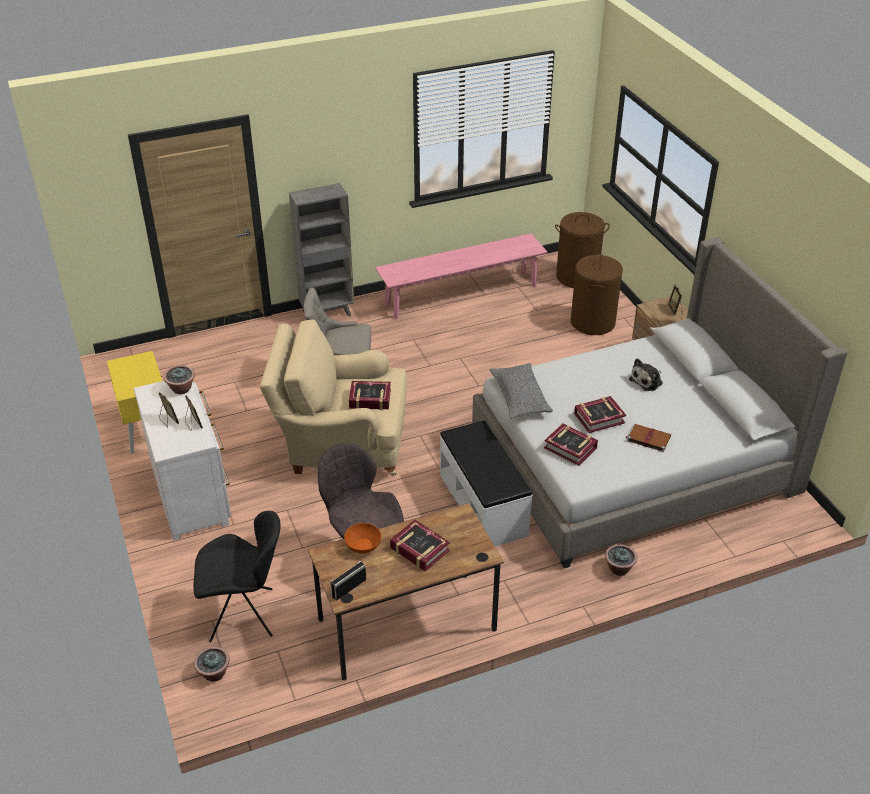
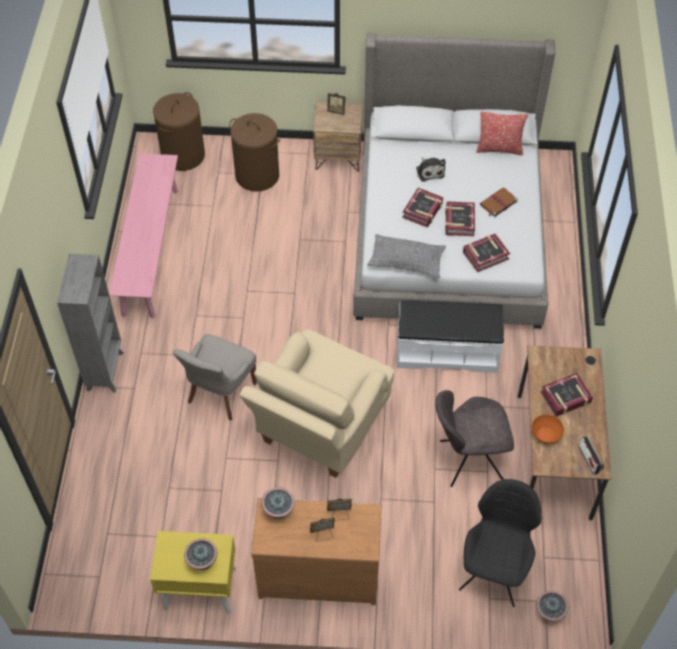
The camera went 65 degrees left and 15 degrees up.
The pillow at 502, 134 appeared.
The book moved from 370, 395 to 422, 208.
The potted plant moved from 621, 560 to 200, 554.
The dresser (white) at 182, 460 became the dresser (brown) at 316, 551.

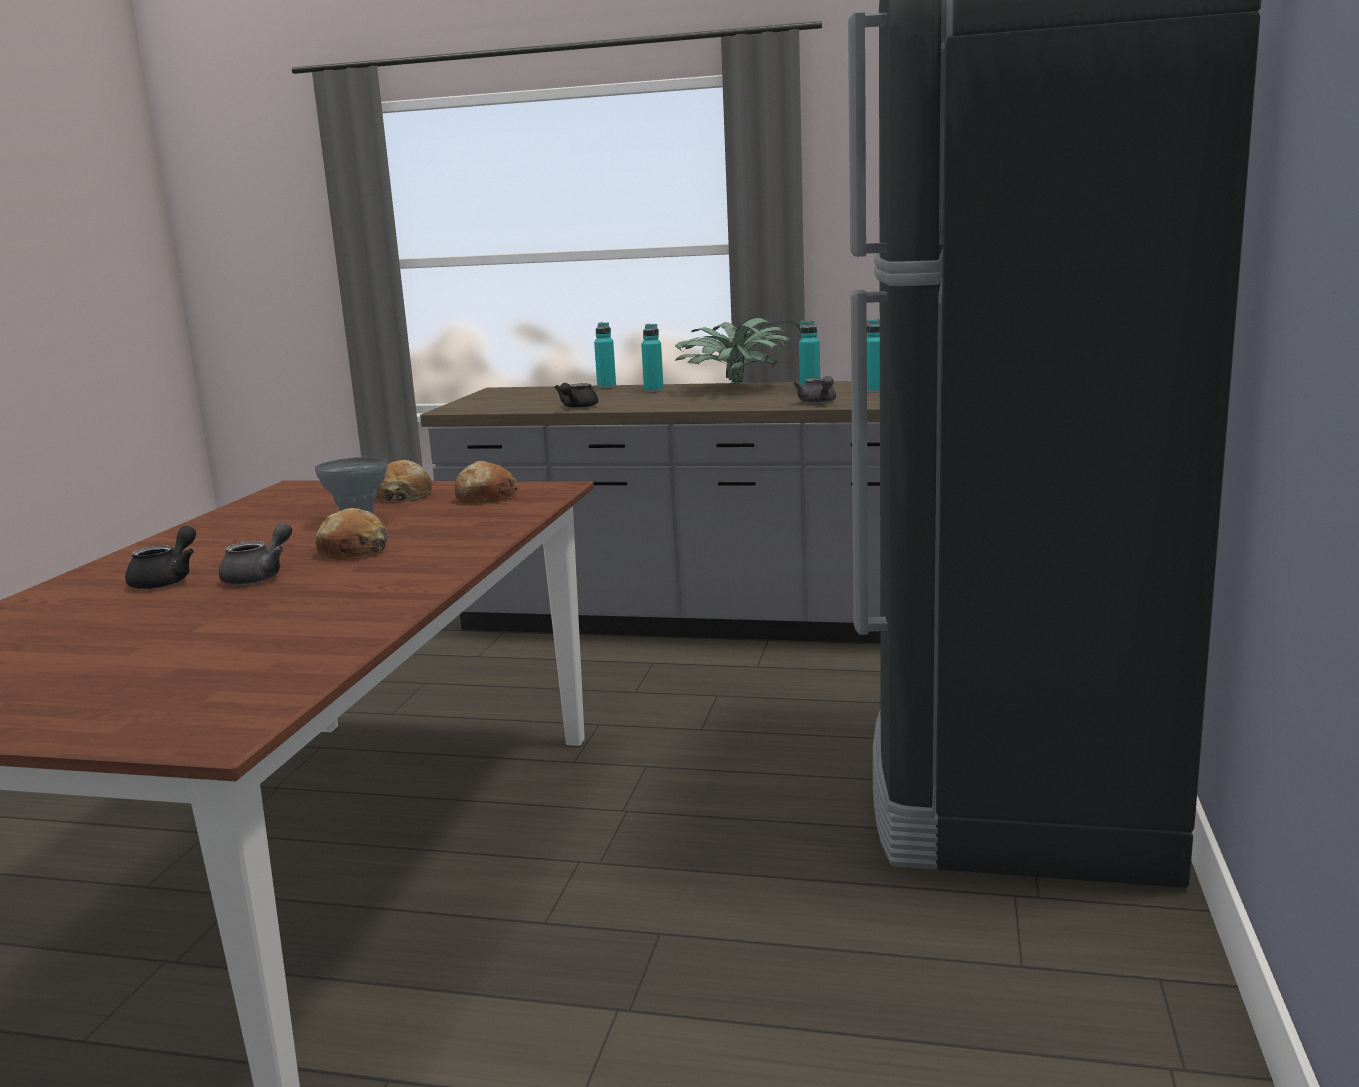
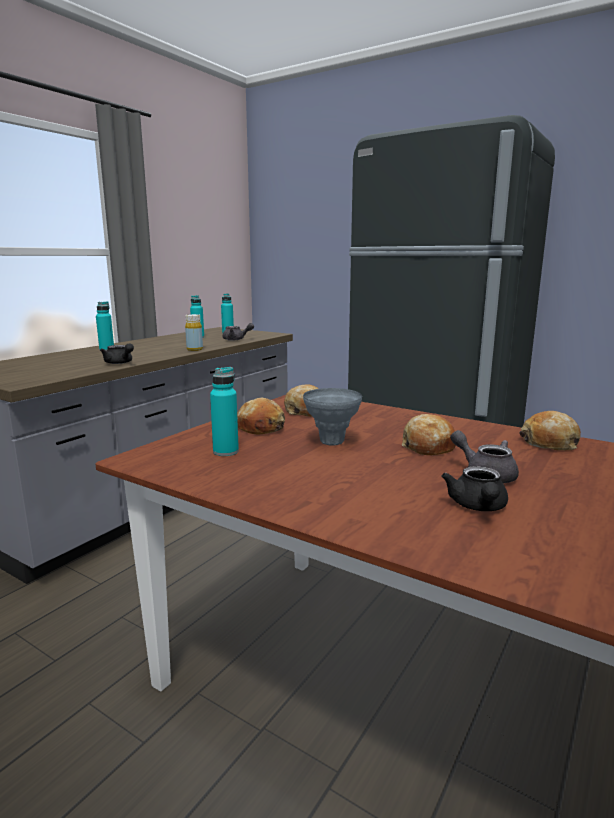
The camera went 70 degrees left and 0 degrees up.
The potted plant at 737, 352 disappeared.
The bottle (yellow) at 194, 332 appeared.
The bread at 550, 430 appeared.
The bottle (turquoise) moved from 605, 355 to 224, 411.
The teapot (black) at 160, 557 turned 120 degrees counterclockwise.

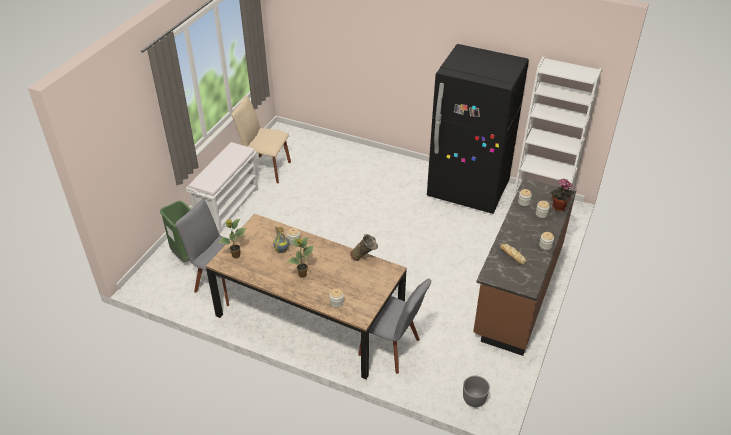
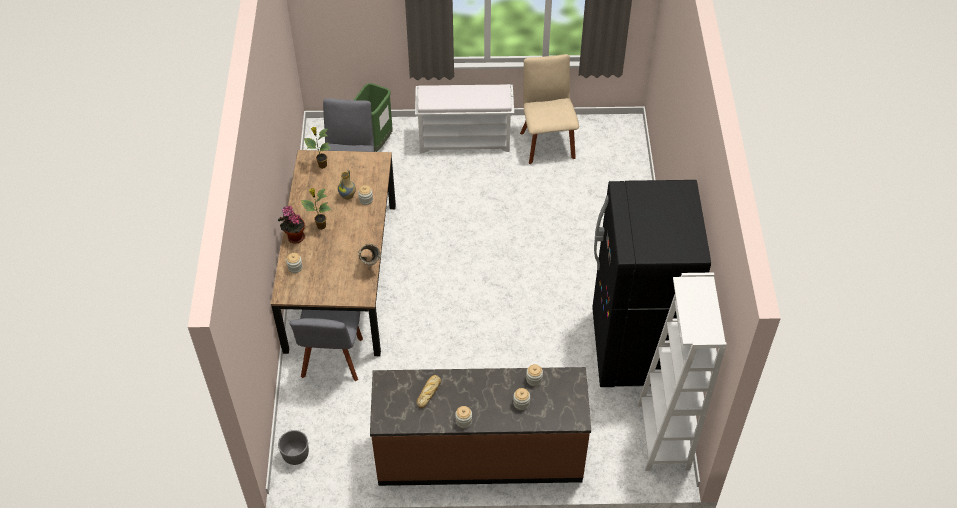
The camera went 65 degrees right and 10 degrees up.
The potted plant moved from 562, 195 to 291, 224.

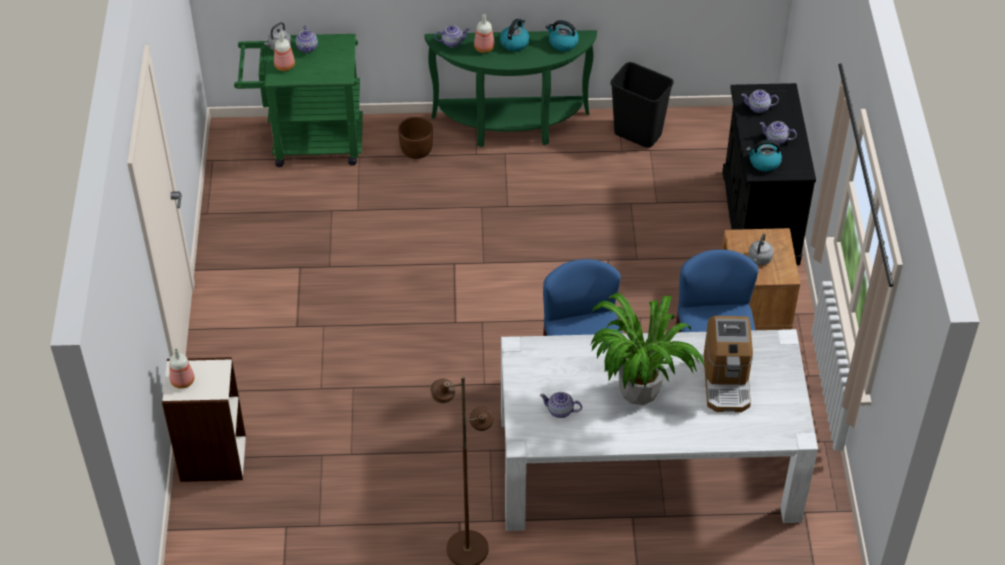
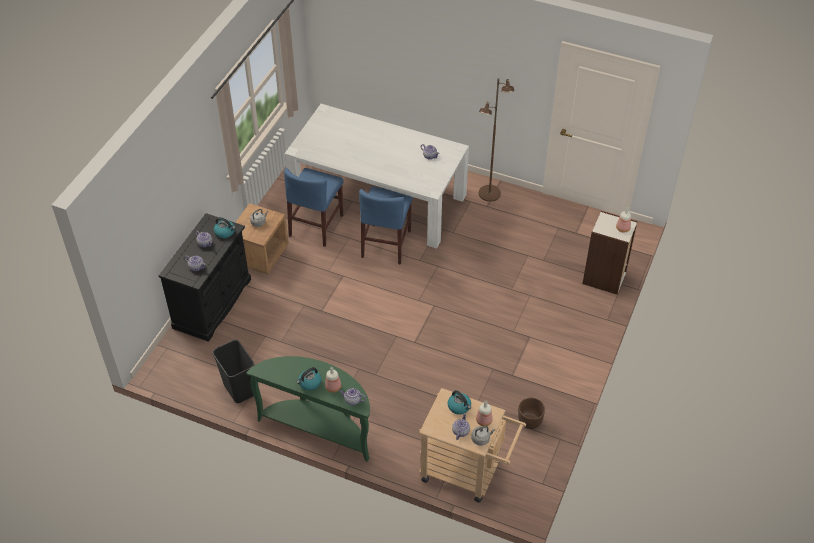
The camera went 155 degrees left and 0 degrees up.
The potted plant at 647, 349 disappeared.
The coffee machine at 728, 364 disappeared.
The planter (brown) moved from 415, 138 to 531, 413.
The kettle moved from 562, 35 to 459, 402.
The cart (green) at 298, 100 became the cart (beige) at 472, 445.

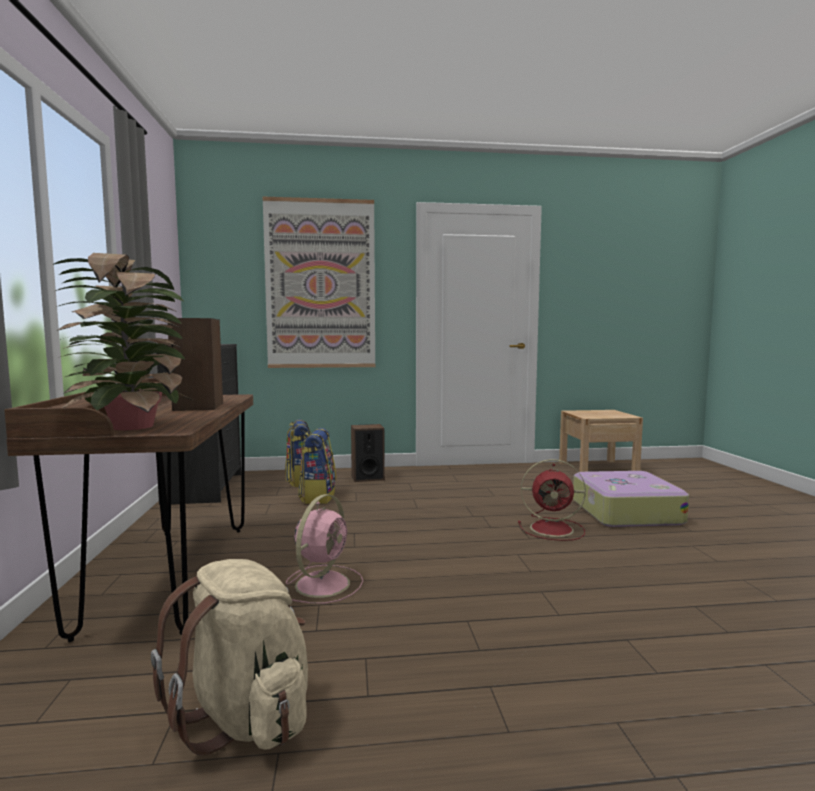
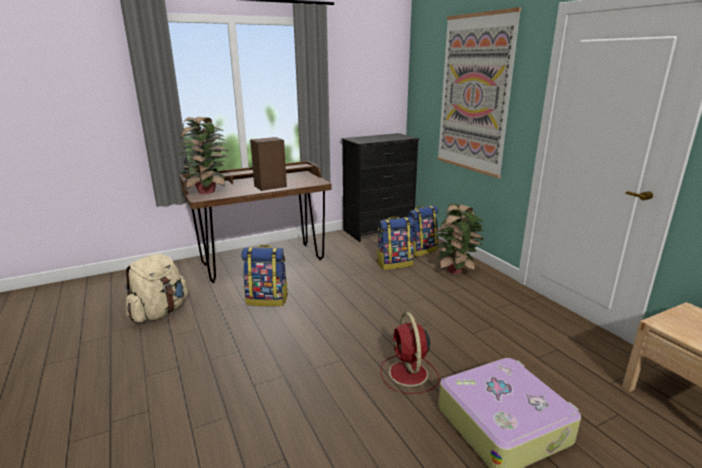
The camera went 70 degrees right and 15 degrees up.
The fan (pink) at 324, 549 was replaced by the backpack at 264, 275.
The speaker at 368, 453 was replaced by the potted plant at 460, 239.

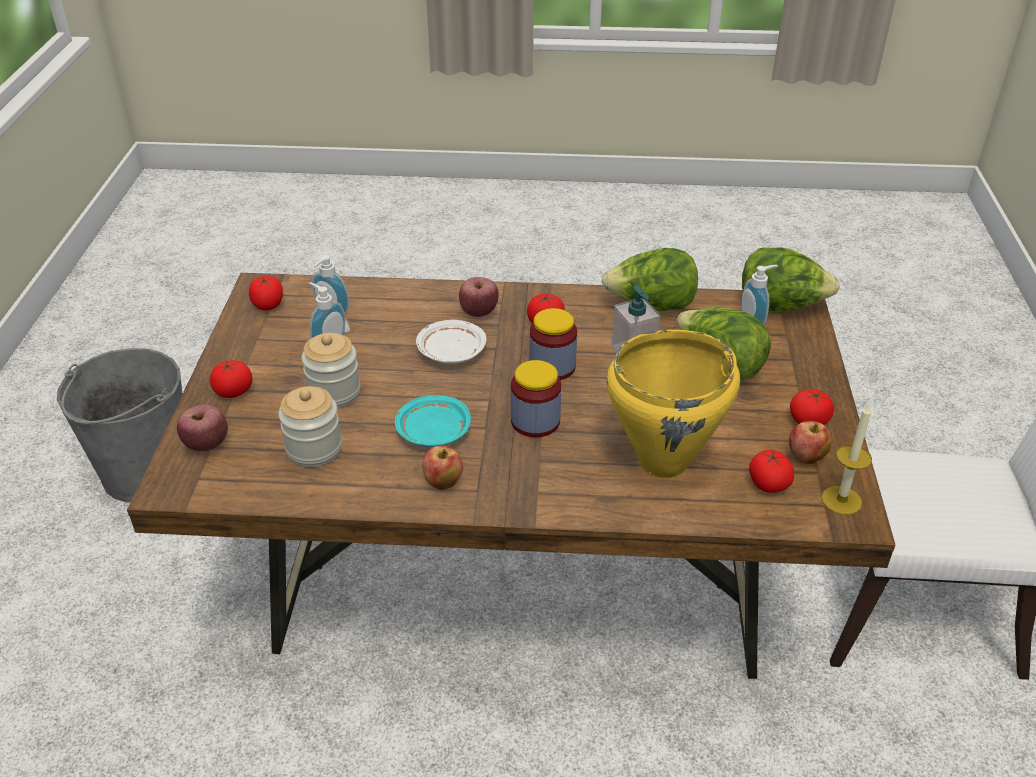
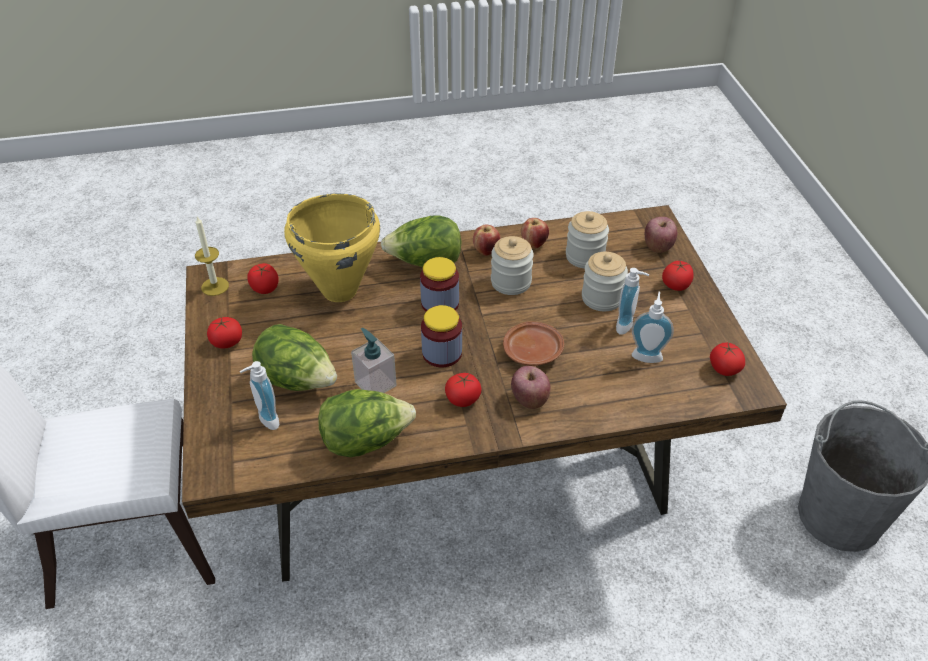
The camera went 165 degrees right and 5 degrees up.
The lettuce moved from 791, 279 to 421, 241.
The apple moved from 810, 442 to 535, 233.
The plate (turquoise) at 433, 421 was replaced by the jar at 512, 265.
The plate (white) at 451, 342 became the plate (brown) at 533, 343.

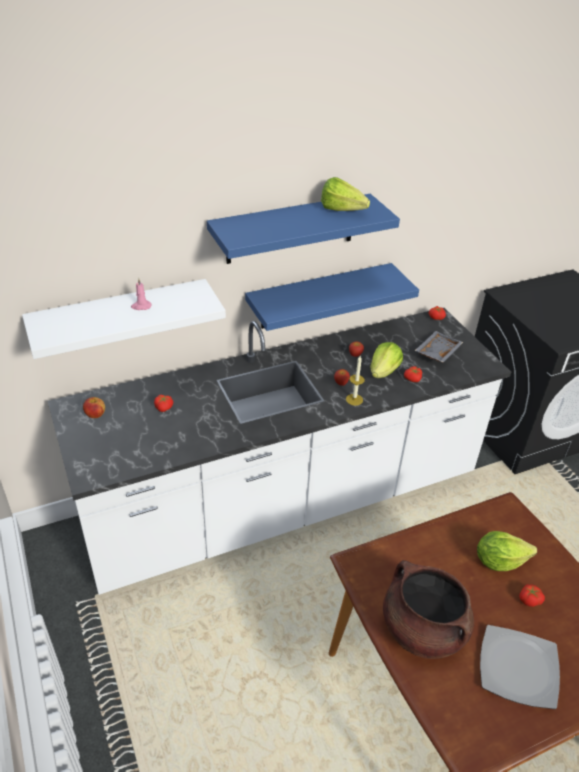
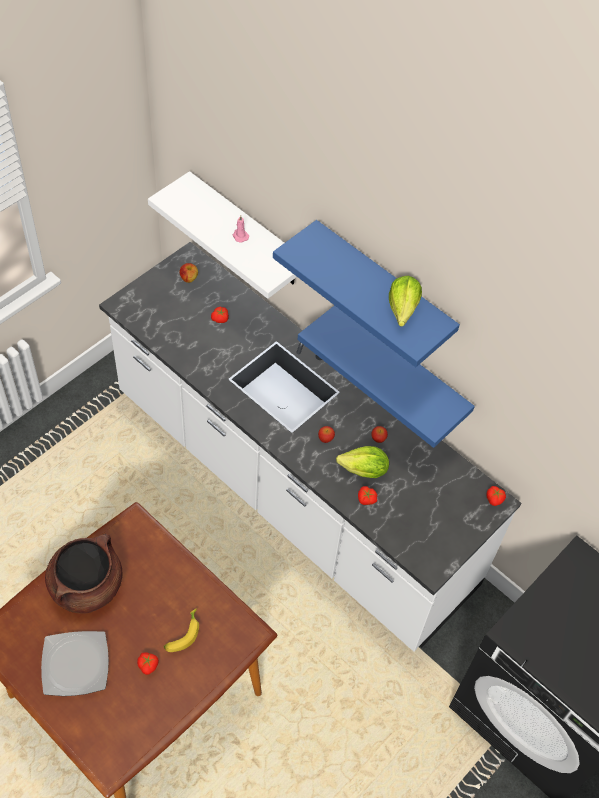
The camera went 65 degrees right and 15 degrees up.
The candle at 355, 381 disappeared.
The tray (grey) at 439, 346 disappeared.
The lettuce at 507, 551 was replaced by the banana at 181, 630.

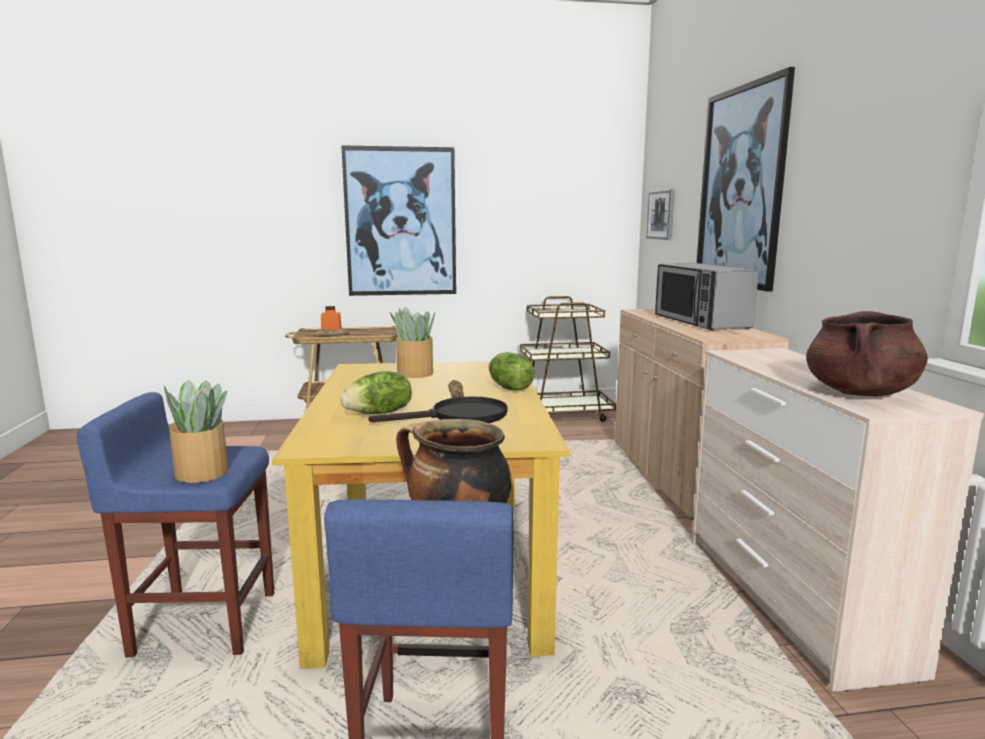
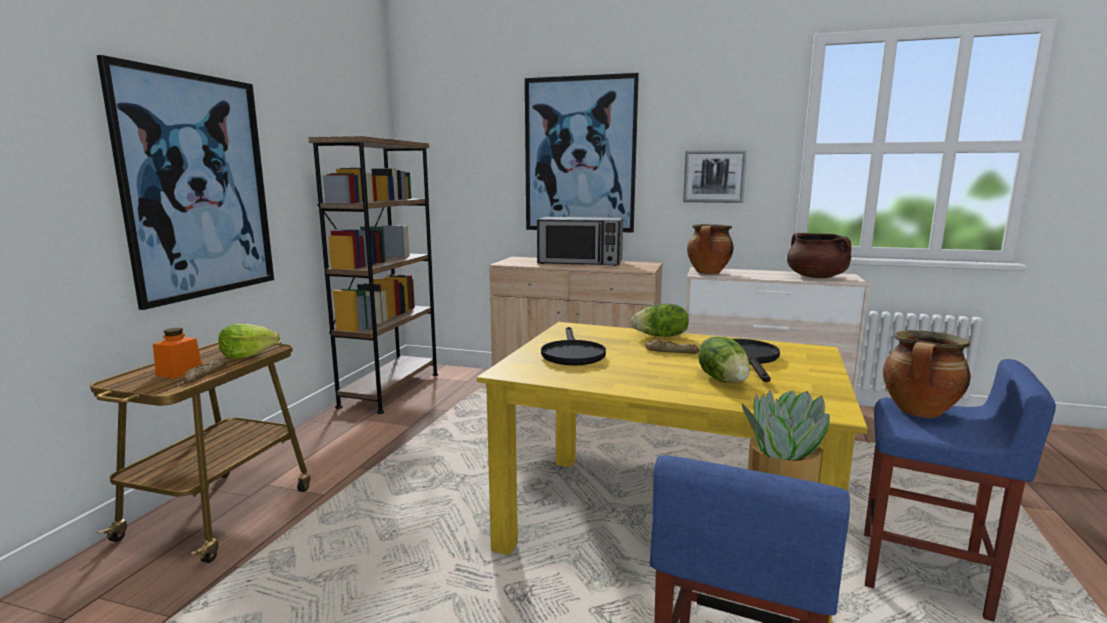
The camera went 65 degrees left and 0 degrees up.
The lettuce at 249, 341 appeared.
The cooking pot at 710, 249 appeared.
The picture moved from 660, 214 to 715, 176.
The potted plant at 412, 342 was replaced by the frying pan (black) at 573, 346.
The cart (brown) at 568, 359 was replaced by the bookcase (brown) at 373, 275.

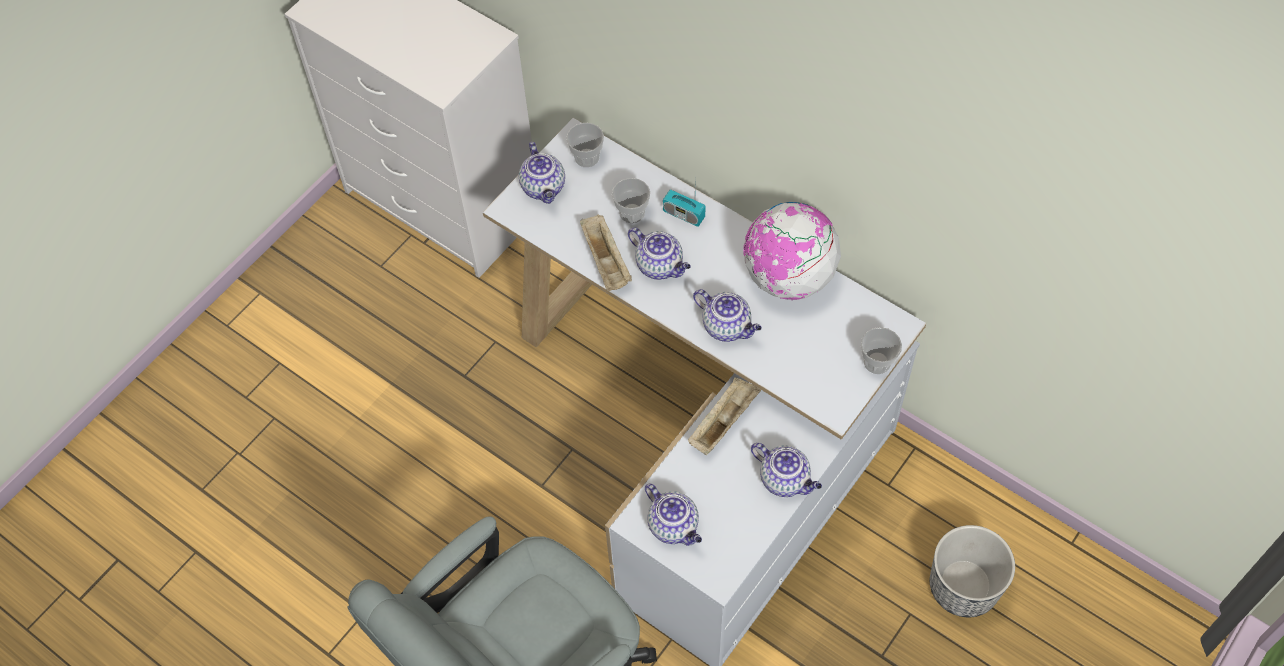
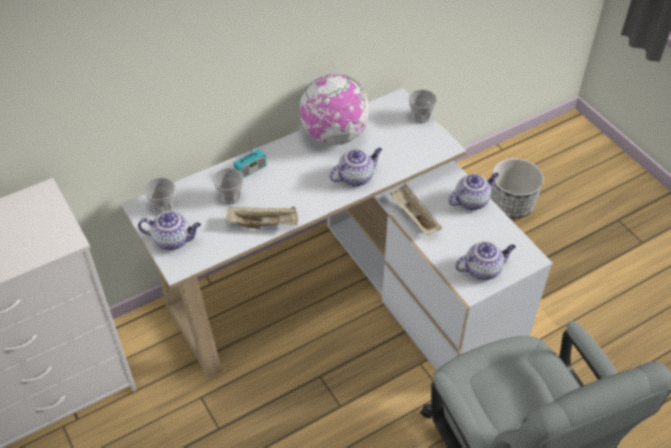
The camera went 70 degrees left and 10 degrees down.
The teapot at 659, 254 disappeared.

